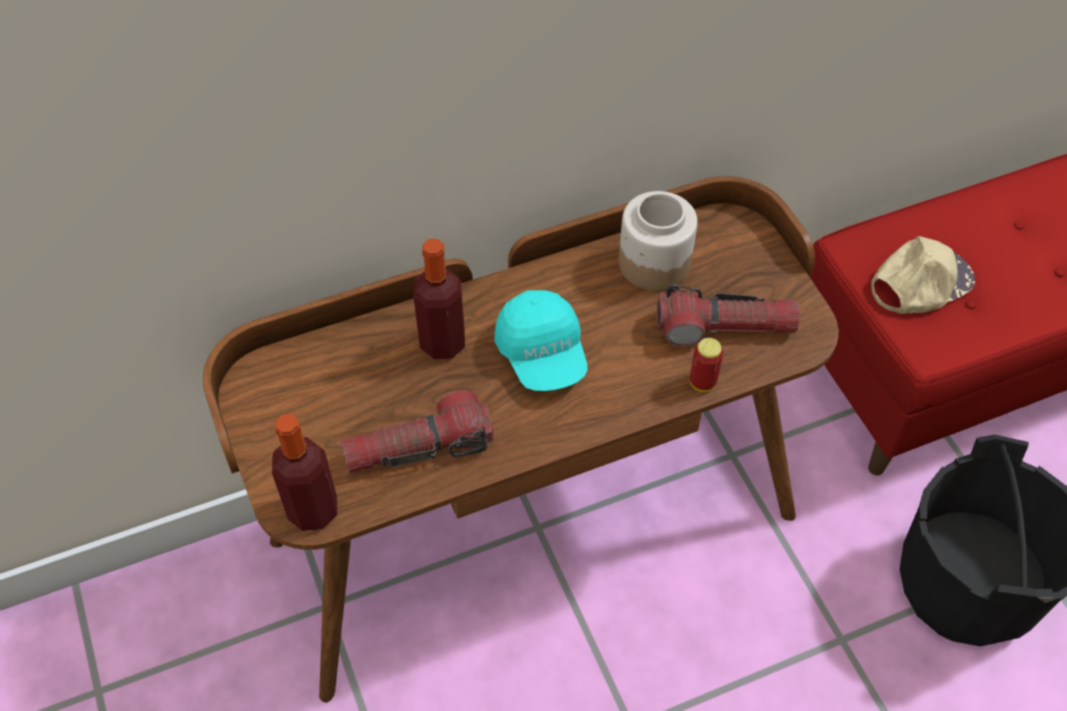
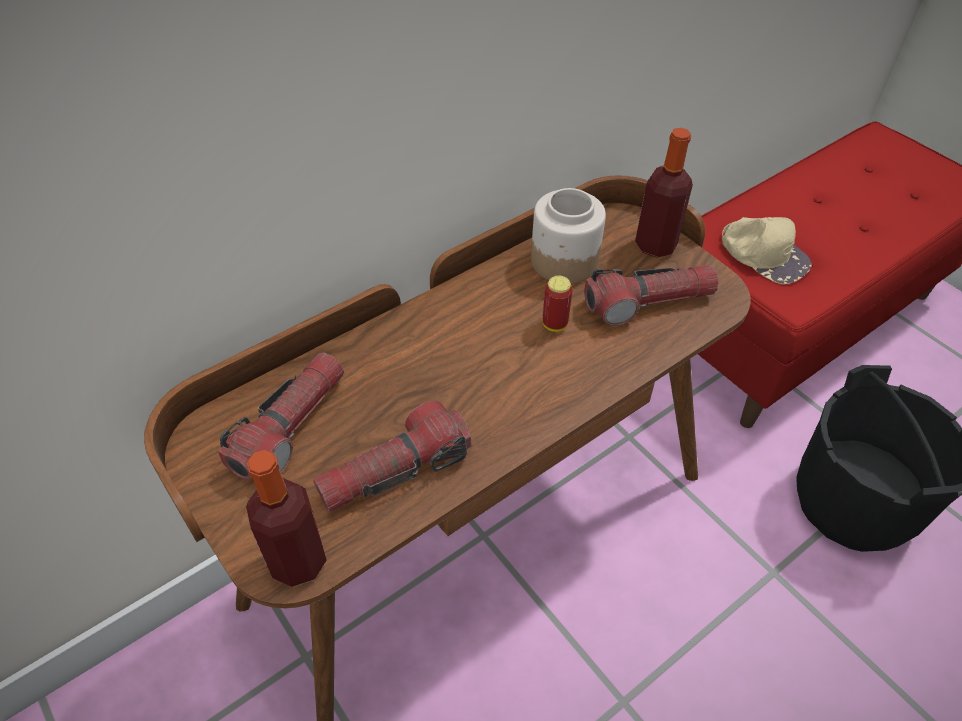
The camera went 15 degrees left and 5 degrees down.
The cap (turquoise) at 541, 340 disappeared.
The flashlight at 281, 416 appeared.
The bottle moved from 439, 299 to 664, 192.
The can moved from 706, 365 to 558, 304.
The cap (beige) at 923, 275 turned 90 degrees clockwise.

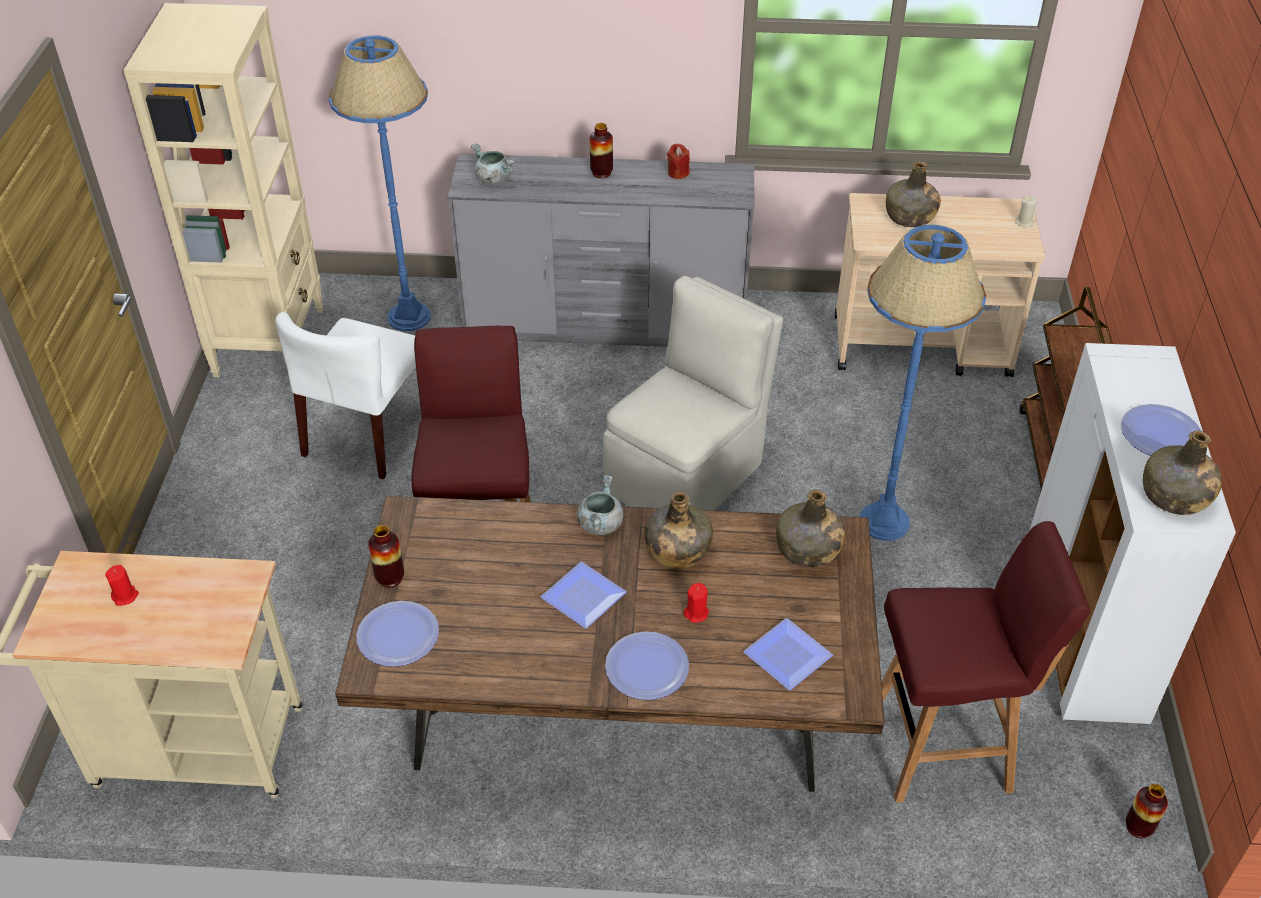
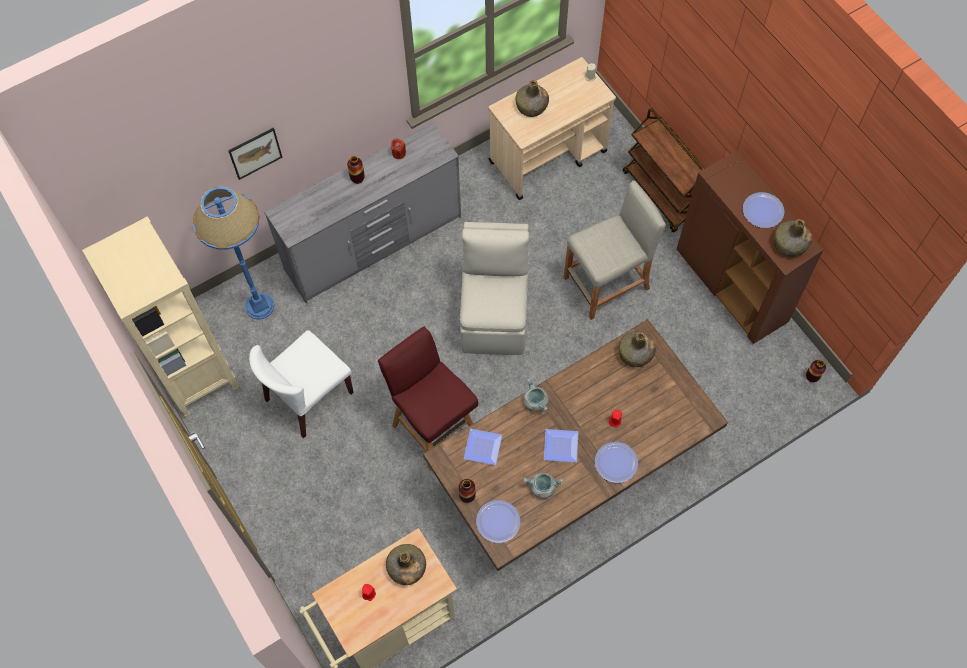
The camera went 35 degrees left and 20 degrees up.
The stool (red) at 985, 662 disappeared.
The picture at 255, 154 appeared.
The cooking pot (grey) moved from 493, 164 to 543, 486.
The bottle (green) moved from 679, 530 to 406, 564.
The plate moved from 788, 654 to 483, 447.
The floor lamp (blue) at 923, 383 was replaced by the stool (beige) at 615, 250.
The cabinet (white) at 1132, 533 became the cabinet (brown) at 750, 247.
The chair (white) at 346, 395 turned 60 degrees clockwise.

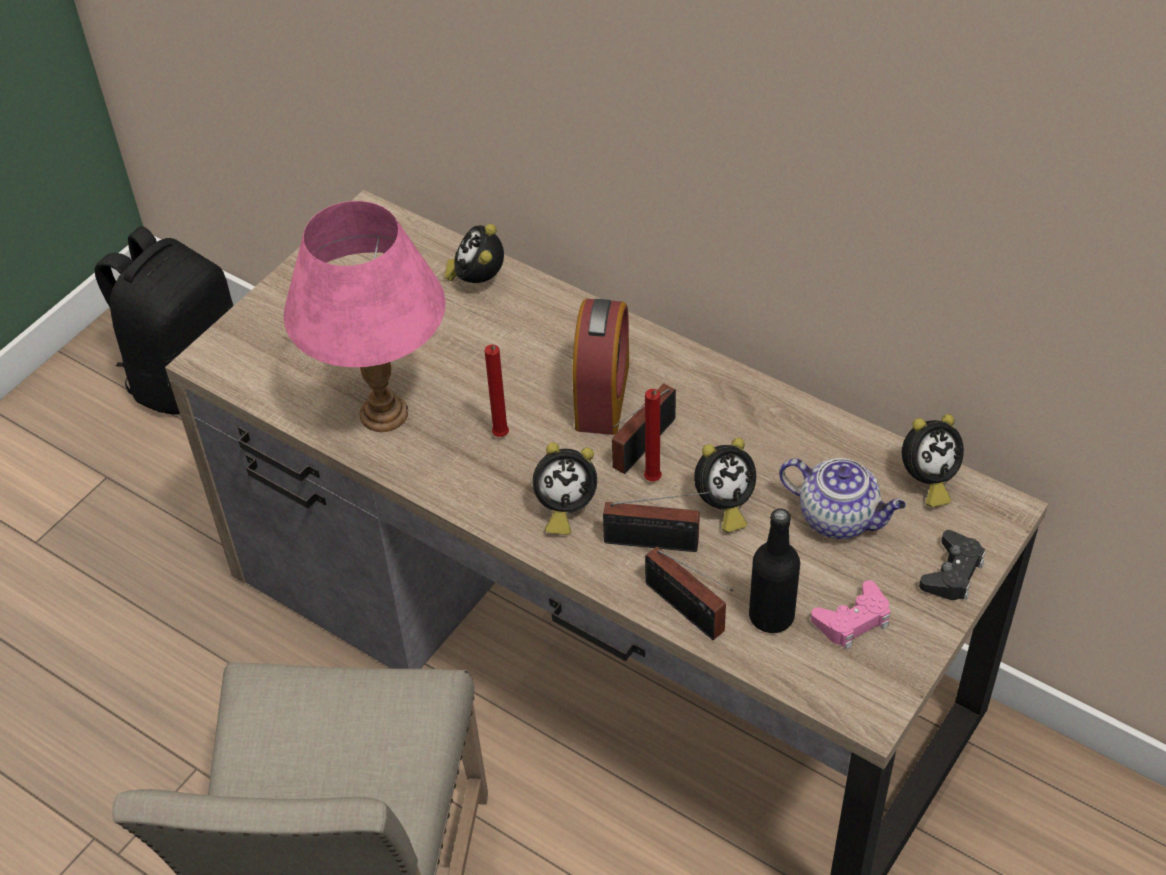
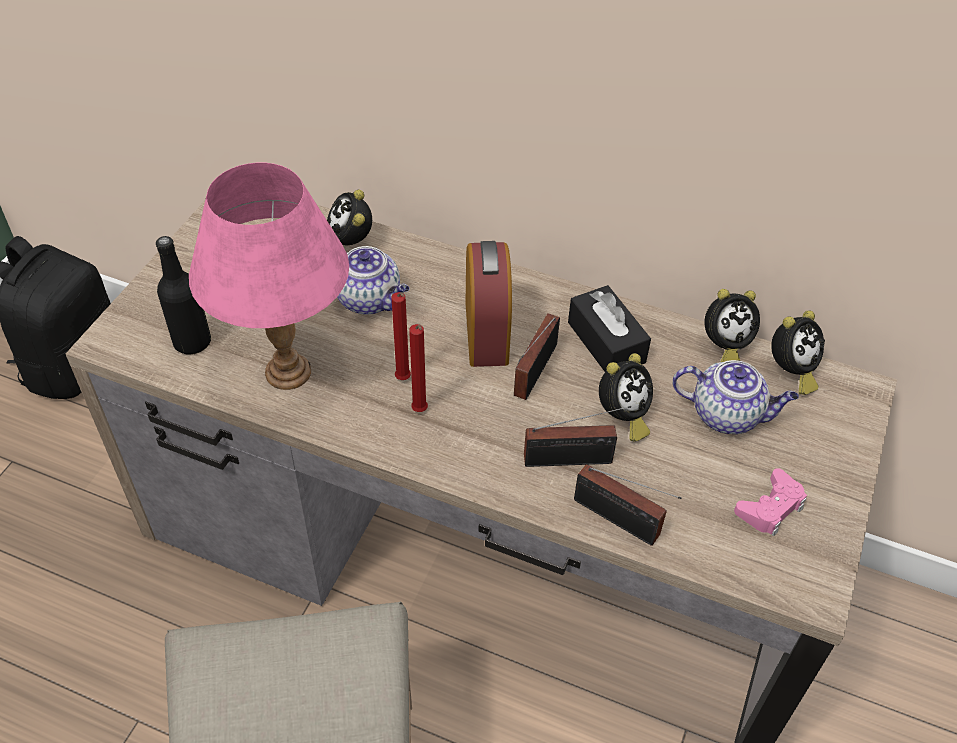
The camera went 15 degrees left and 0 degrees up.
The game controller (black) at 952, 565 disappeared.
The teapot at 373, 280 appeared.
The tissue box (black) at 609, 328 appeared.
The alarm clock moved from 565, 488 to 732, 325.
The candle (red) moved from 653, 435 to 418, 368.
The bottle (black) moved from 774, 570 to 183, 295.

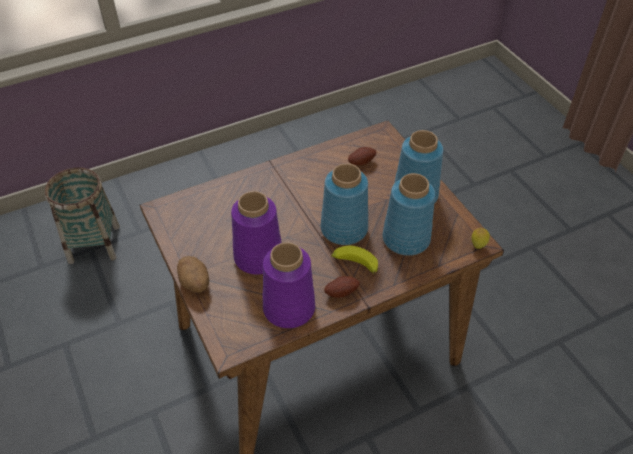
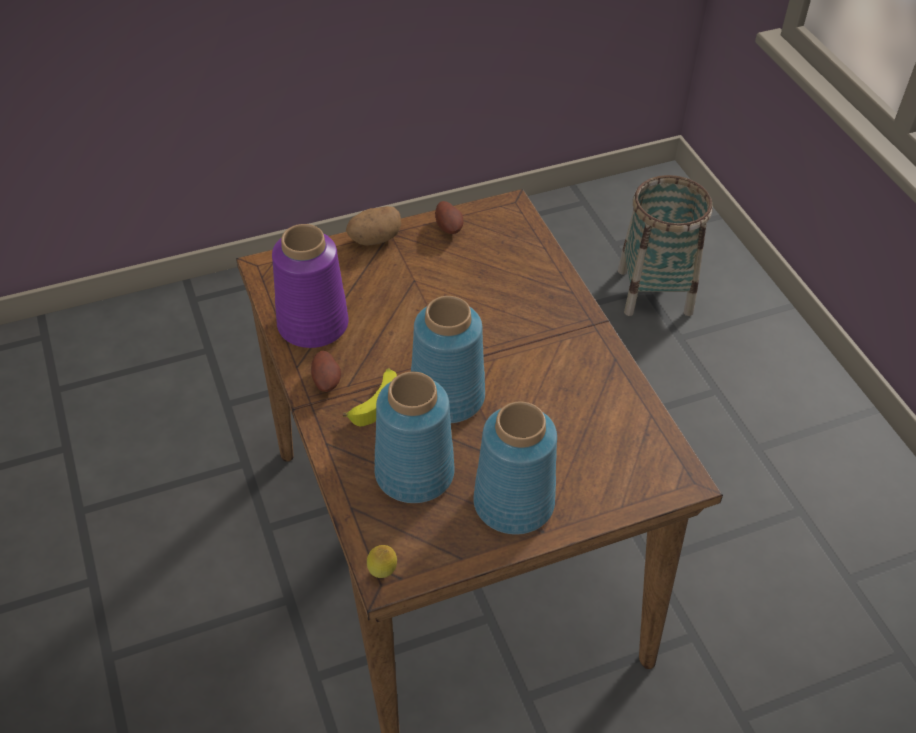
The camera went 95 degrees right and 0 degrees up.
The vase (purple) at 256, 232 disappeared.
The potato moved from 362, 156 to 449, 217.

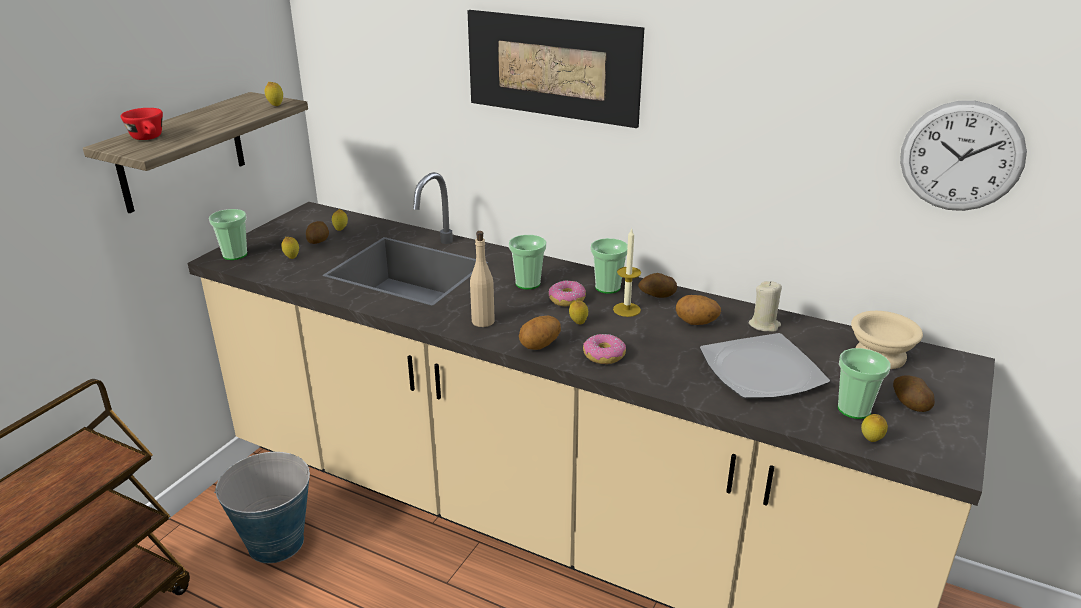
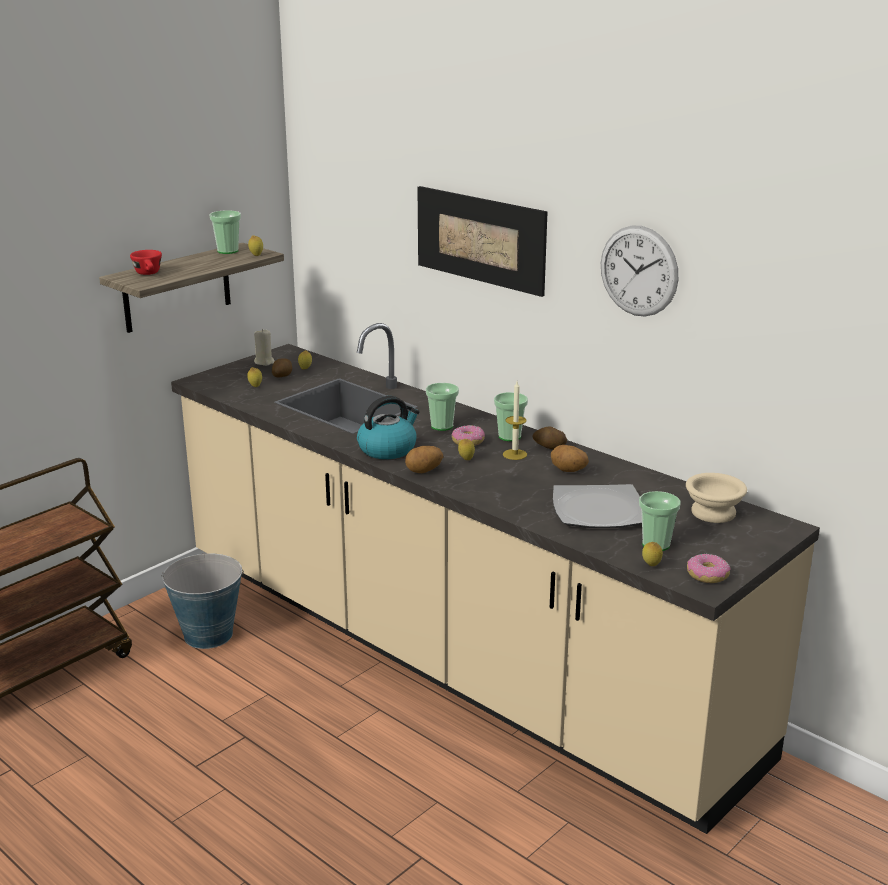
The camera went 15 degrees right and 5 degrees down.
The potato at 914, 393 disappeared.
The cup moved from 228, 234 to 225, 232.
The donut moved from 604, 349 to 708, 568.
The candle (beige) moved from 765, 306 to 264, 347.
The wall clock moved from 963, 156 to 639, 270.
The bottle (beige) at 482, 279 was replaced by the kettle at 388, 427.

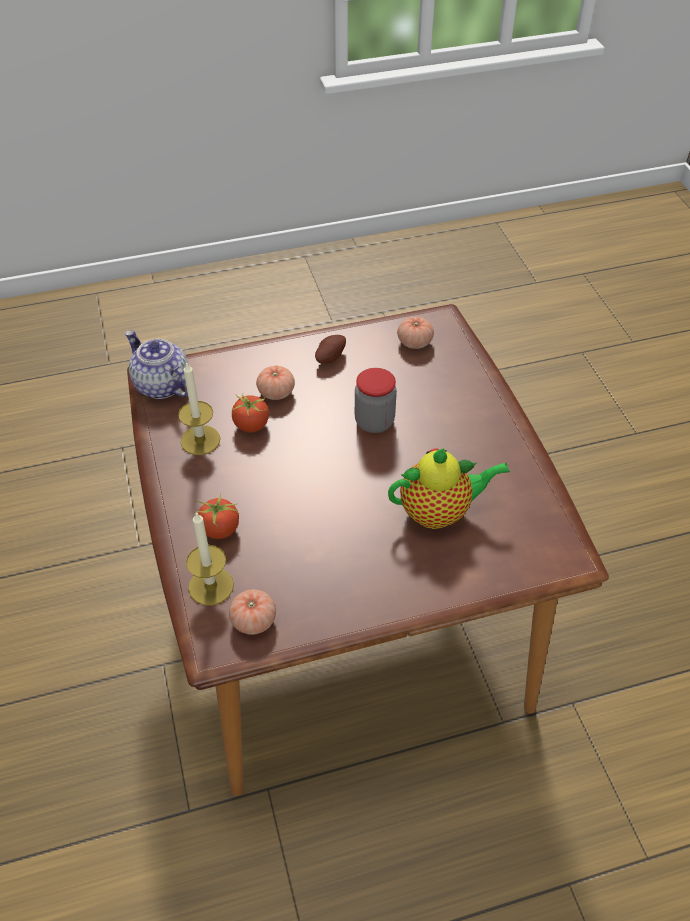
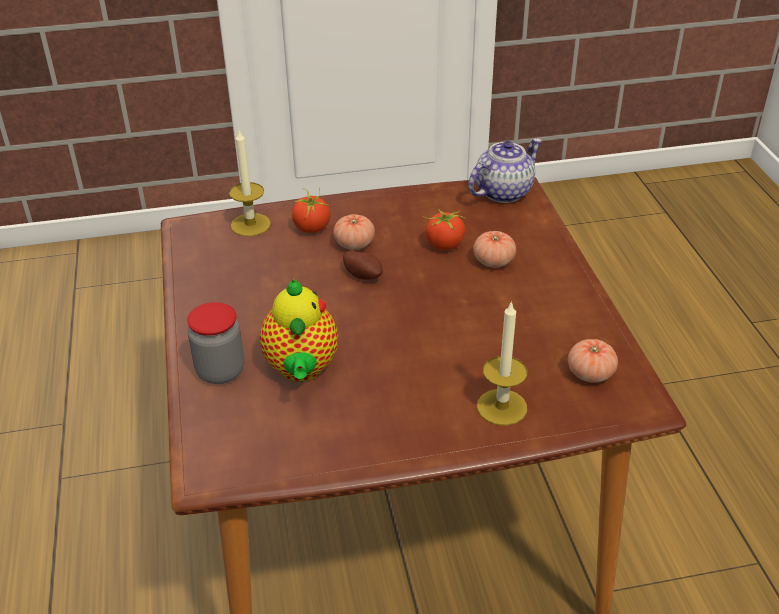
The camera went 95 degrees right and 10 degrees down.
The candle moved from 199, 408 to 502, 363.
The tomato moved from 252, 612 to 354, 232.
The potato moved from 330, 349 to 363, 265.
The jar moved from 376, 400 to 215, 343.

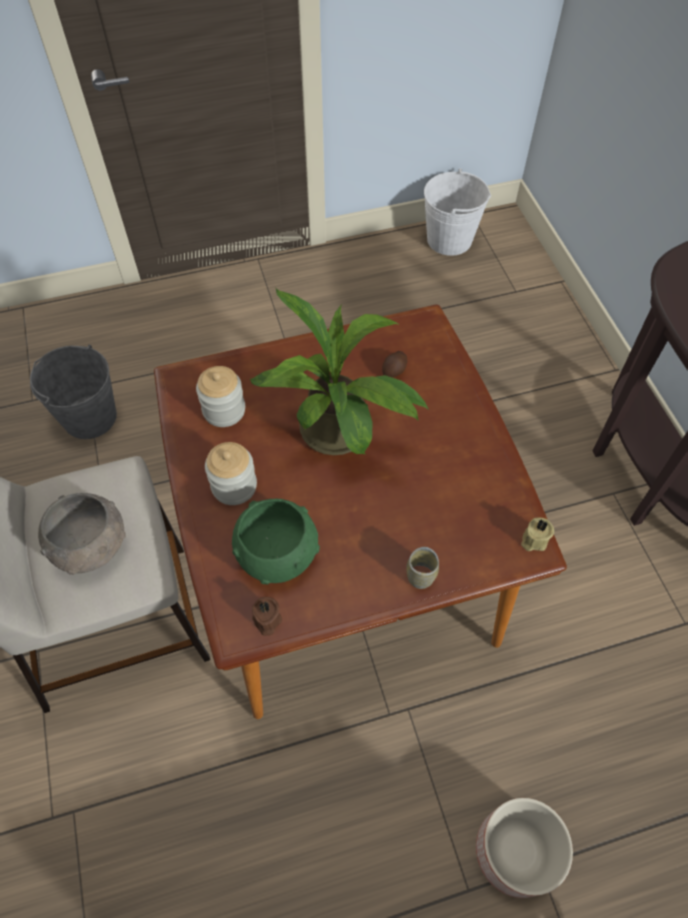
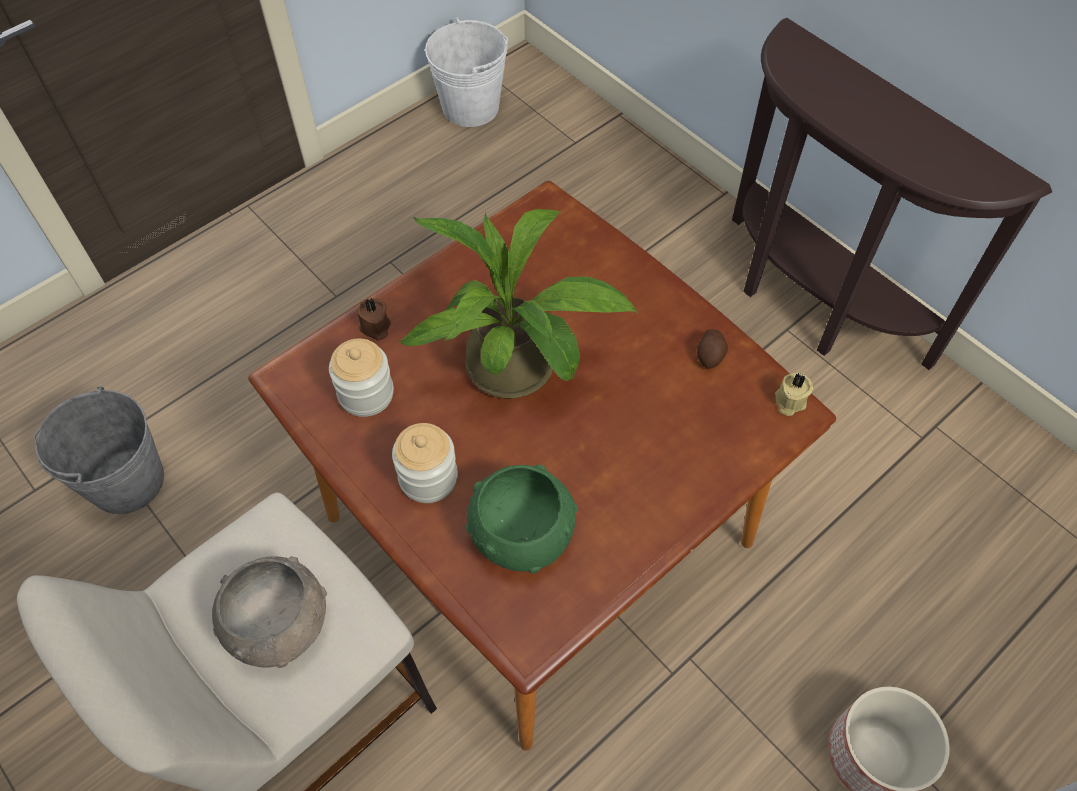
The camera went 25 degrees left and 0 degrees up.
The cup at 422, 568 disappeared.
The candle (brown) moved from 267, 616 to 374, 319.
The potato moved from 394, 364 to 712, 349.

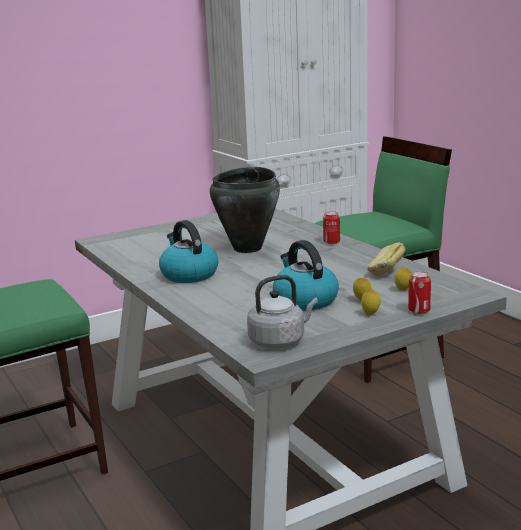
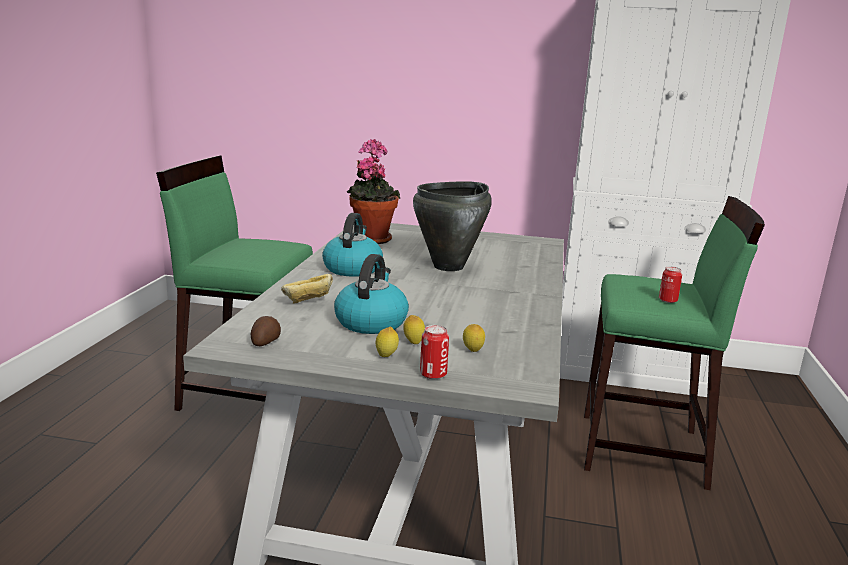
The camera went 40 degrees right and 0 degrees up.
The potted plant at 374, 191 appeared.
The can moved from 331, 227 to 670, 284.
The bread moved from 386, 259 to 307, 288.
The kettle (grey) at 282, 311 was replaced by the potato at 266, 331.

